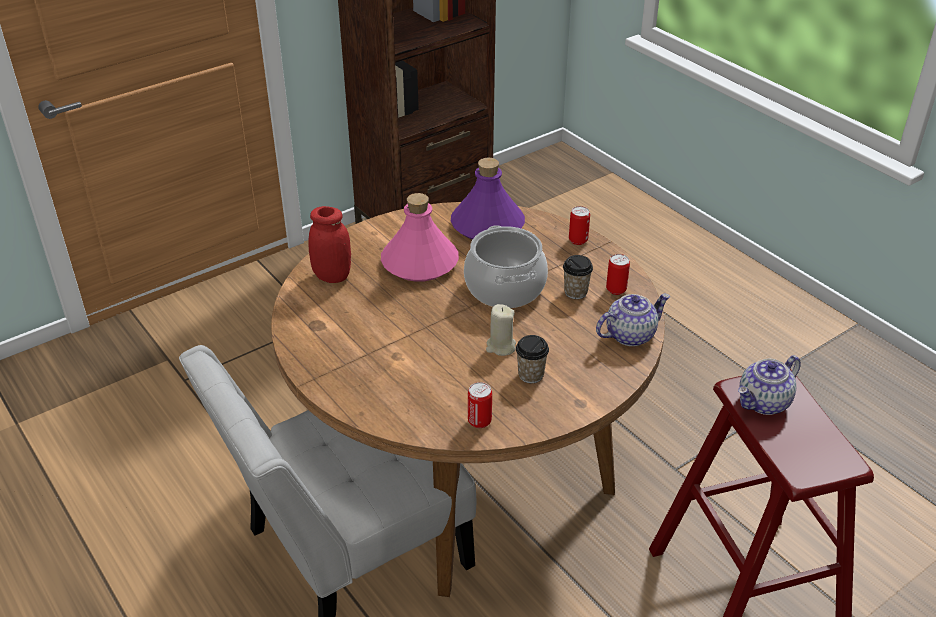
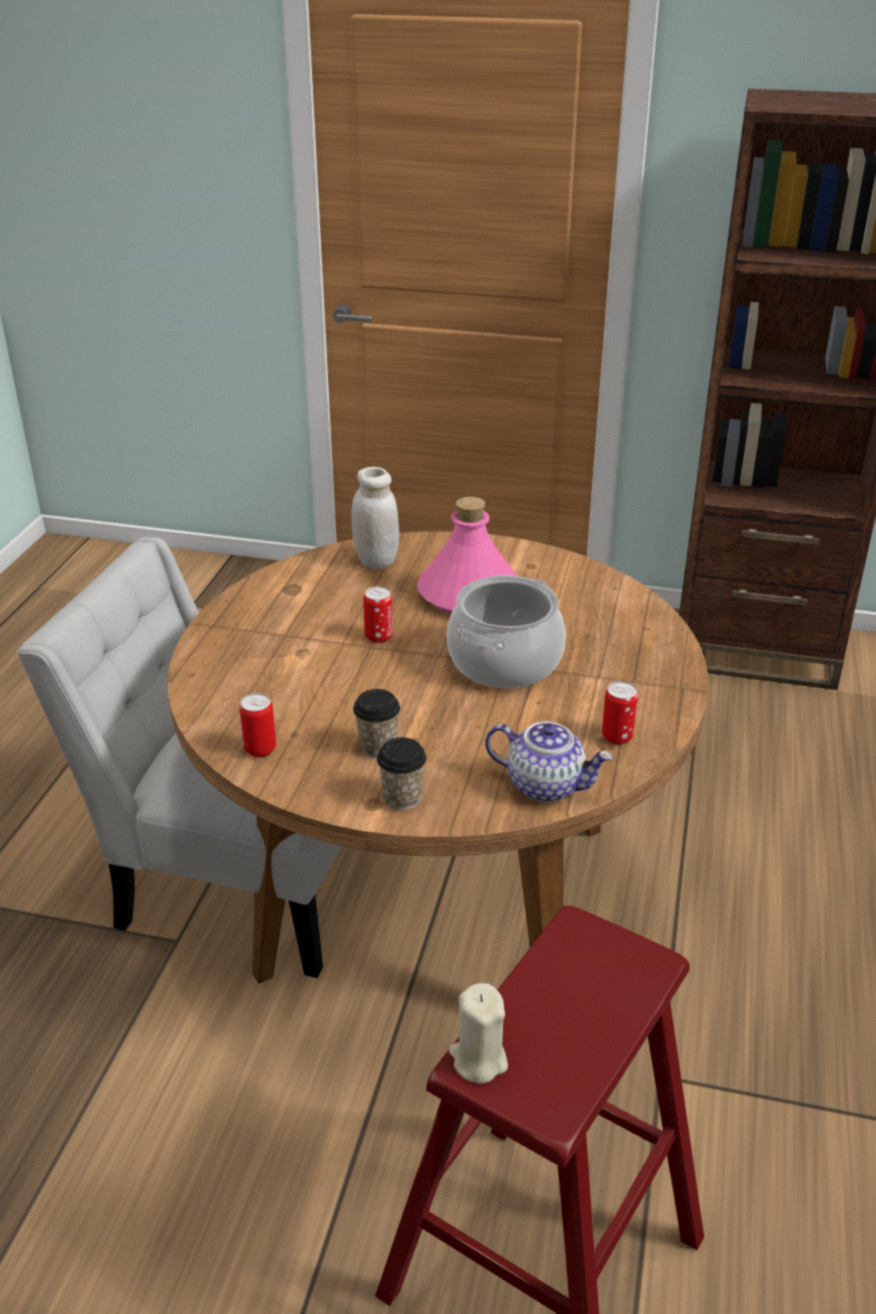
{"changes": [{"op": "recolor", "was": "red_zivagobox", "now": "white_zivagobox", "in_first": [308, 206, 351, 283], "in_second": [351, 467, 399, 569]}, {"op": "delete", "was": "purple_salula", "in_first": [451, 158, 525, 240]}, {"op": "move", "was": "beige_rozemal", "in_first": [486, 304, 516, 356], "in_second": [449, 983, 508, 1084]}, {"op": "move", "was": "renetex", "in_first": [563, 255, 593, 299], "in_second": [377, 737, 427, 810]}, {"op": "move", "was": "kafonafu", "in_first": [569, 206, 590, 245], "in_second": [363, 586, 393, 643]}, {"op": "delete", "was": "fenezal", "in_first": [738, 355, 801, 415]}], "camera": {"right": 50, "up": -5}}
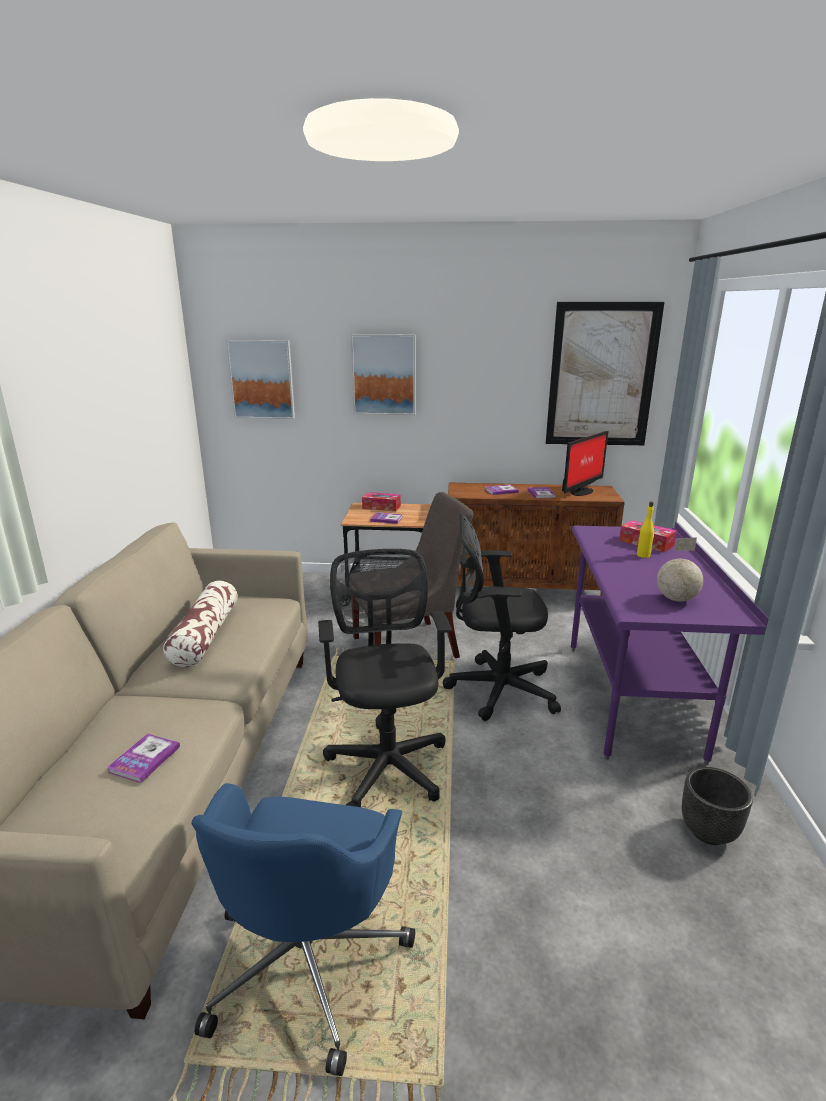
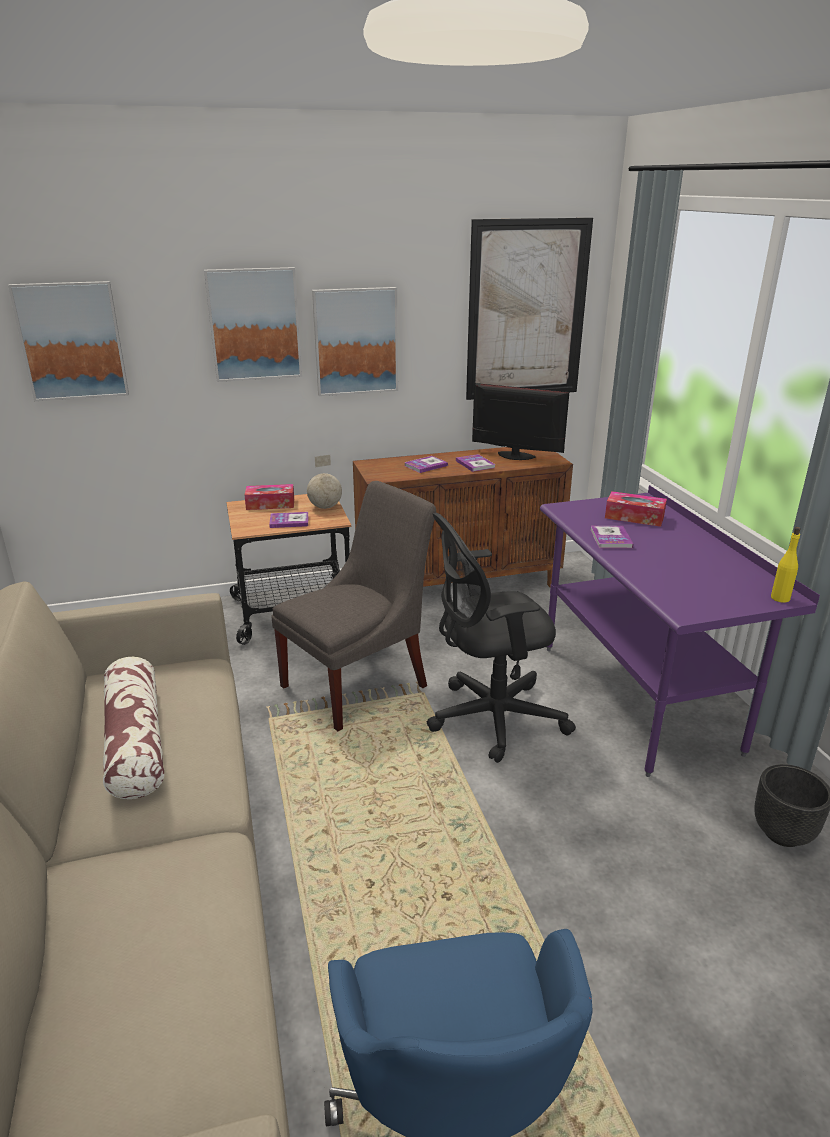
{"changes": [{"op": "move", "was": "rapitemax", "in_first": [107, 733, 180, 783], "in_second": [591, 526, 634, 548]}, {"op": "delete", "was": "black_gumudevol", "in_first": [318, 549, 452, 807]}, {"op": "rotate", "was": "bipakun", "in_first": [562, 431, 608, 496], "in_second": [472, 383, 569, 460], "clockwise": -90}, {"op": "move", "was": "yellow_salula", "in_first": [637, 502, 654, 558], "in_second": [771, 527, 801, 603]}, {"op": "move", "was": "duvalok", "in_first": [657, 538, 703, 602], "in_second": [307, 455, 342, 509]}, {"op": "insert", "now": "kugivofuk", "in_second": [312, 287, 398, 396]}], "camera": {"right": -20, "up": 5}}
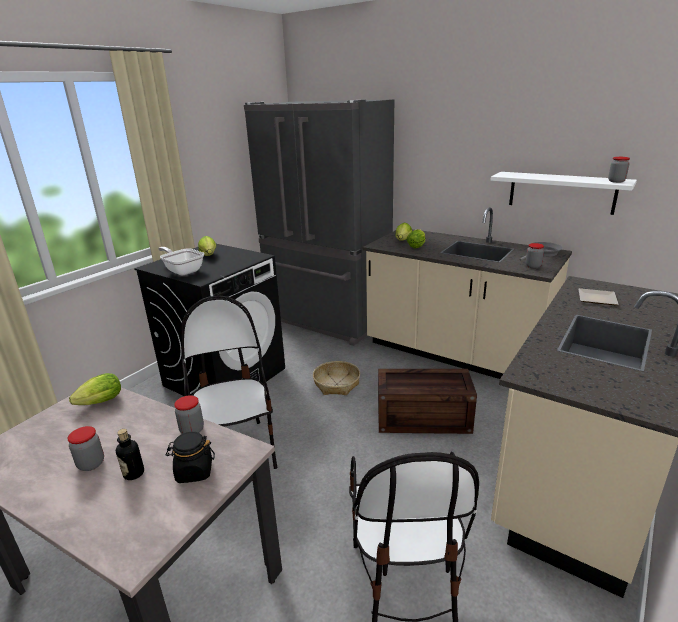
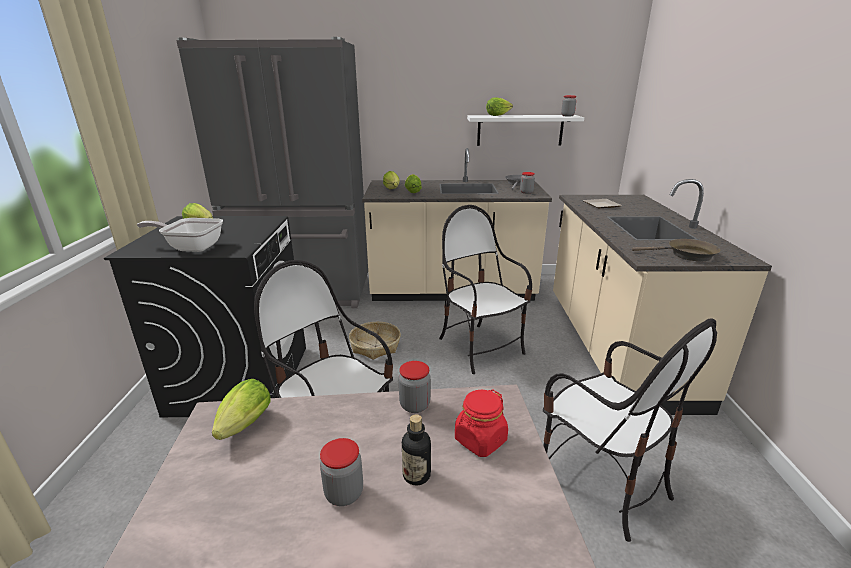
{"changes": [{"op": "recolor", "was": "black_zivagobox", "now": "red_zivagobox", "in_first": [166, 432, 215, 483], "in_second": [455, 389, 508, 457]}, {"op": "replace", "was": "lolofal", "now": "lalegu", "in_first": [378, 369, 477, 434], "in_second": [439, 205, 532, 374]}, {"op": "insert", "now": "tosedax", "in_second": [486, 97, 513, 116]}, {"op": "insert", "now": "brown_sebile", "in_second": [632, 239, 720, 261]}], "camera": {"right": -35, "up": 0}}
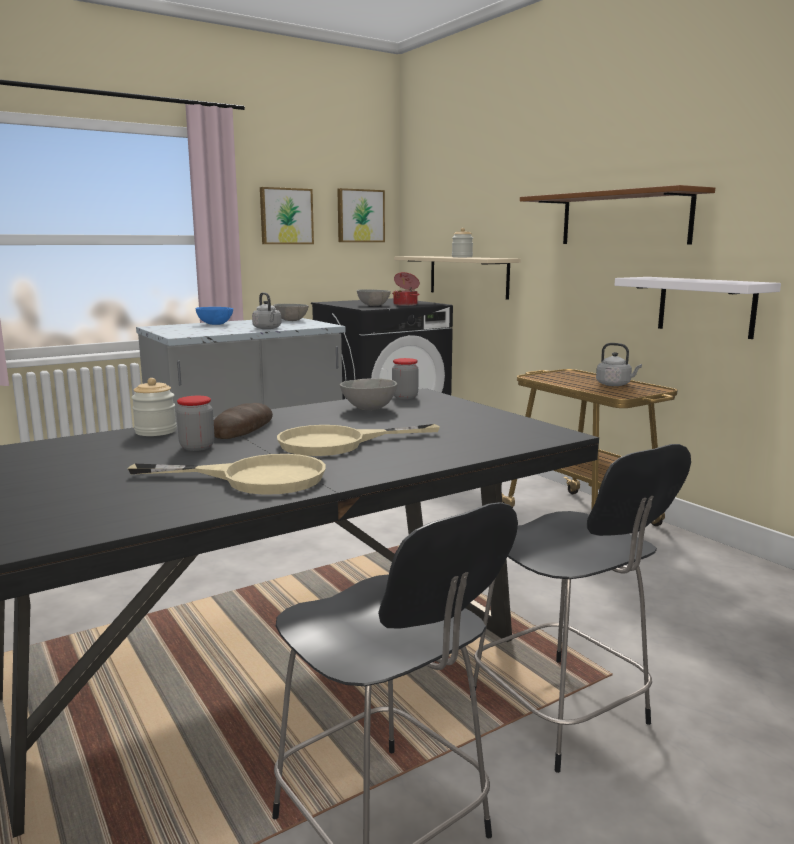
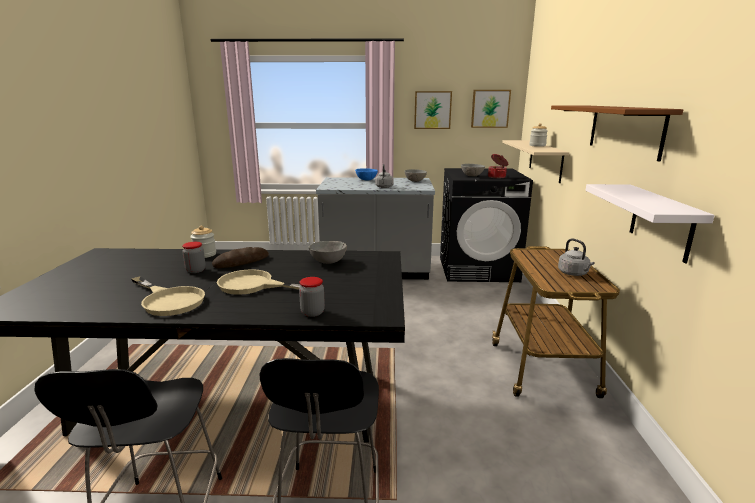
{"changes": [{"op": "move", "was": "zivagobox", "in_first": [392, 358, 419, 399], "in_second": [299, 277, 325, 317]}], "camera": {"right": 35, "up": 5}}
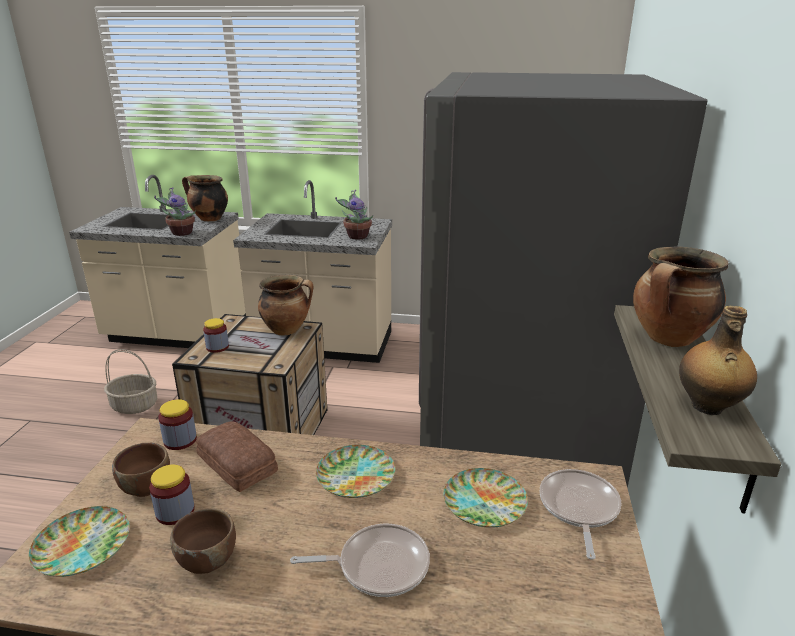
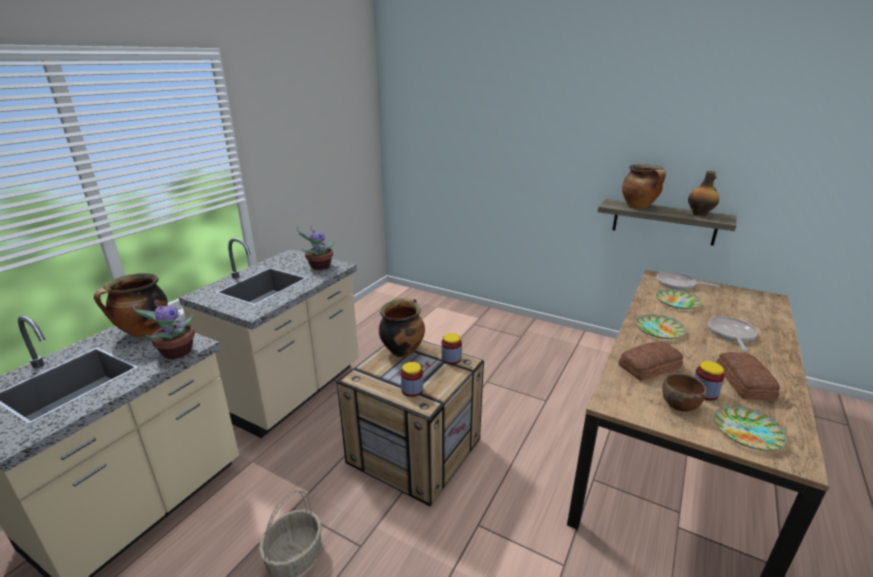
{"changes": [{"op": "move", "was": "zivagobox", "in_first": [158, 399, 197, 450], "in_second": [441, 333, 462, 364]}, {"op": "replace", "was": "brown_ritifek", "now": "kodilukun", "in_first": [170, 508, 236, 574], "in_second": [716, 352, 780, 400]}, {"op": "delete", "was": "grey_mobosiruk", "in_first": [419, 72, 708, 488]}], "camera": {"right": -70, "up": 0}}
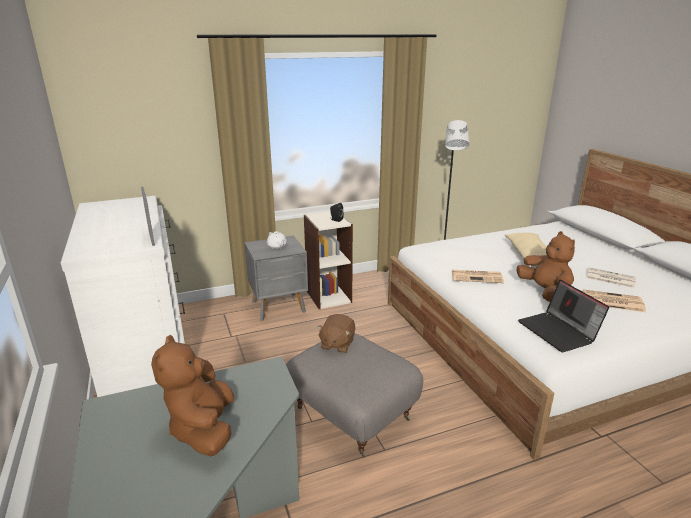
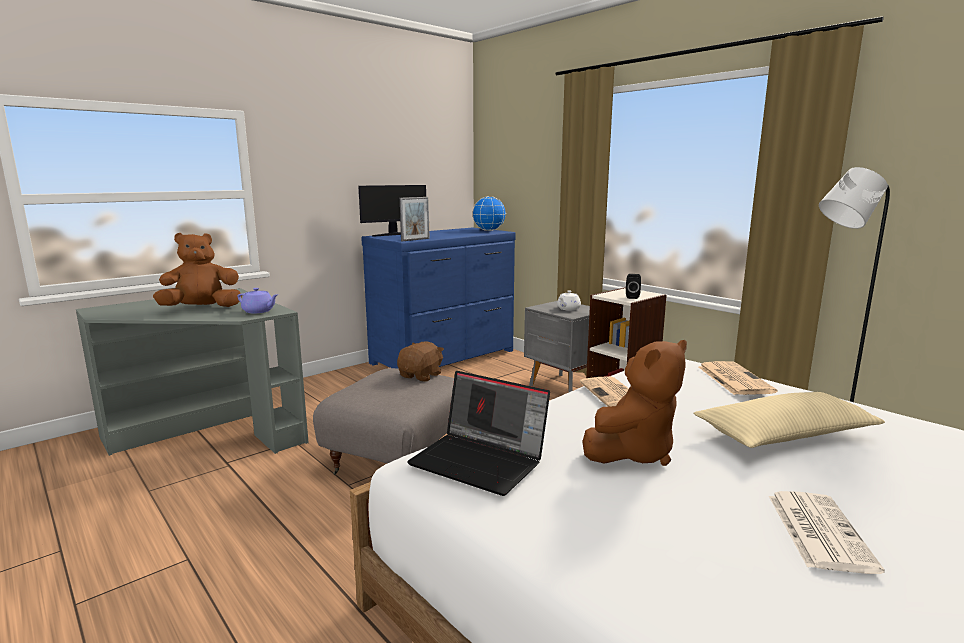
{"changes": [{"op": "recolor", "was": "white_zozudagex", "now": "blue_zozudagex", "in_first": [61, 196, 185, 397], "in_second": [361, 228, 516, 369]}, {"op": "rotate", "was": "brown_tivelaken", "in_first": [317, 314, 355, 353], "in_second": [397, 342, 444, 382], "clockwise": 120}, {"op": "rotate", "was": "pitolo", "in_first": [518, 280, 609, 352], "in_second": [407, 371, 550, 496], "clockwise": -105}, {"op": "move", "was": "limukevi", "in_first": [583, 290, 646, 312], "in_second": [698, 361, 777, 395]}, {"op": "insert", "now": "purple_fenezal", "in_second": [238, 288, 278, 313]}, {"op": "insert", "now": "bipakun", "in_second": [359, 185, 426, 237]}, {"op": "insert", "now": "duvalok", "in_second": [472, 196, 506, 231]}], "camera": {"right": 70, "up": -10}}
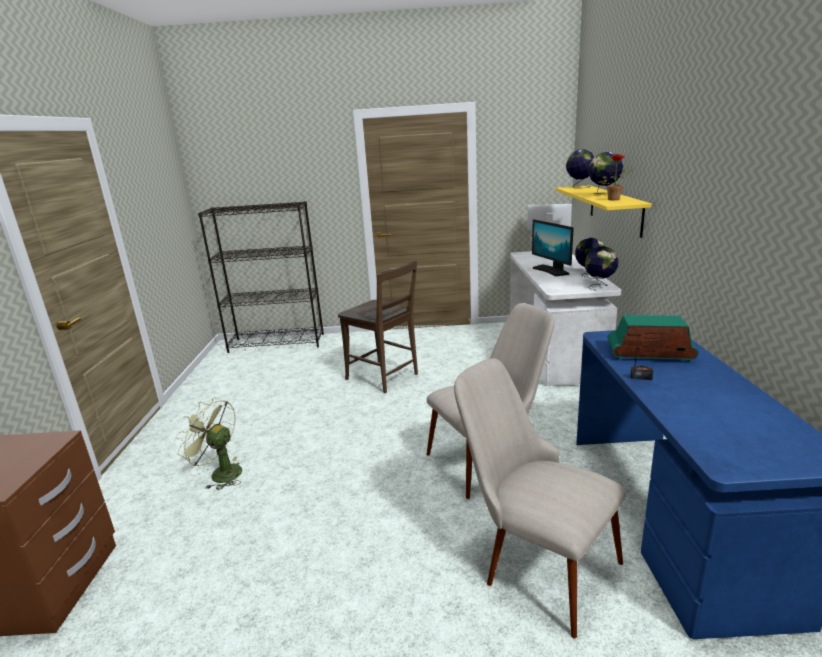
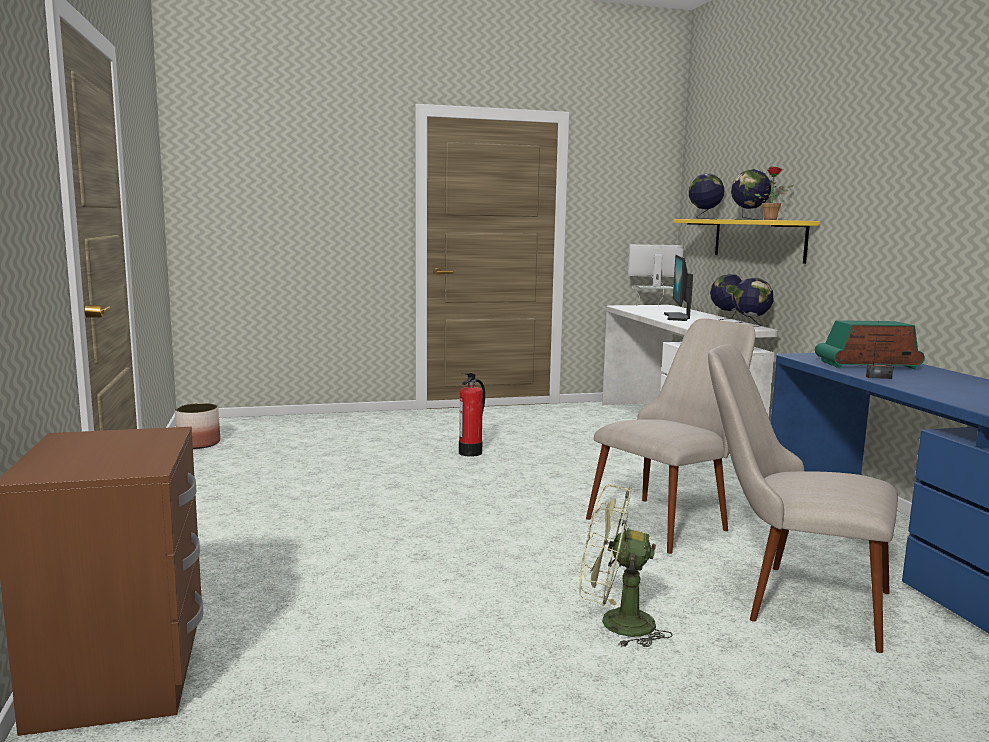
{"changes": [{"op": "move", "was": "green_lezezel", "in_first": [176, 397, 242, 490], "in_second": [579, 484, 672, 647]}, {"op": "delete", "was": "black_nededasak", "in_first": [198, 201, 324, 353]}, {"op": "replace", "was": "brown_lalegu", "now": "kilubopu", "in_first": [338, 261, 418, 393], "in_second": [459, 373, 485, 457]}, {"op": "rotate", "was": "bipakun", "in_first": [532, 219, 574, 276], "in_second": [664, 254, 693, 321], "clockwise": 45}, {"op": "insert", "now": "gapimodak", "in_second": [175, 403, 220, 449]}], "camera": {"right": -15, "up": -10}}
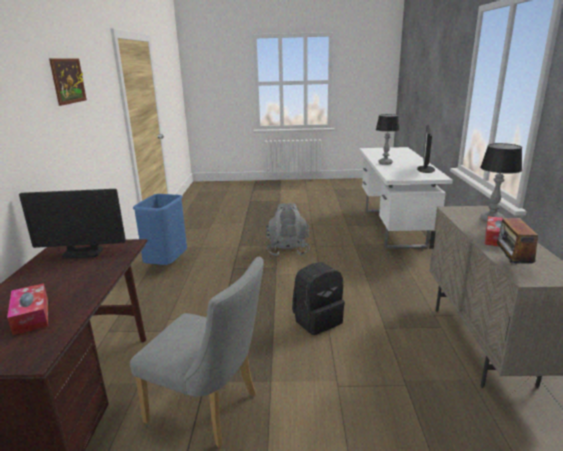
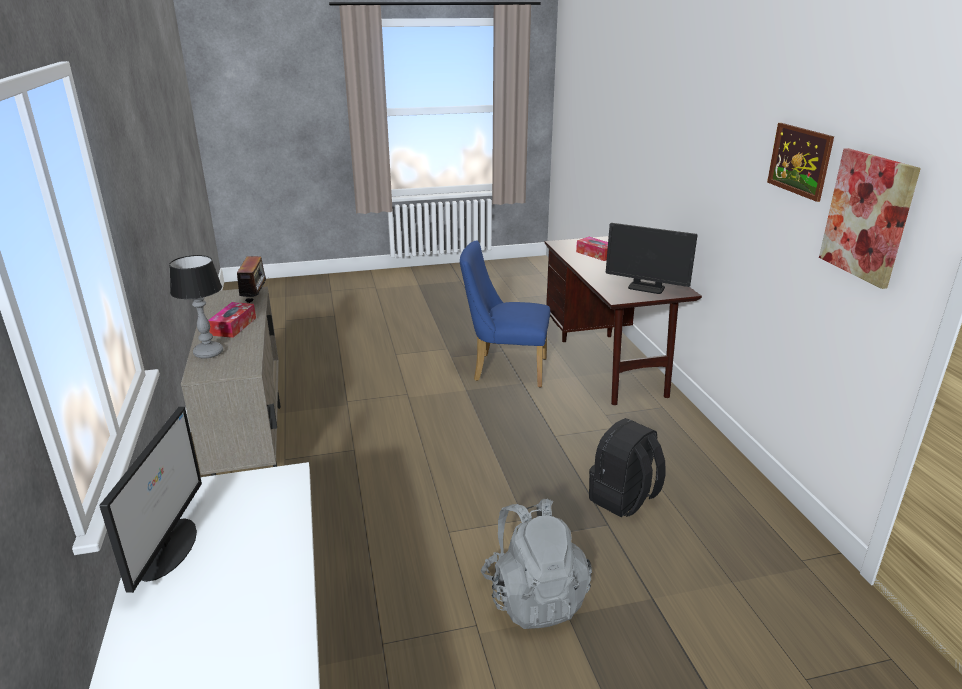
{"changes": [{"op": "rotate", "was": "bipakun", "in_first": [19, 189, 126, 259], "in_second": [606, 223, 697, 294], "clockwise": -135}, {"op": "recolor", "was": "grey_lalegu", "now": "blue_lalegu", "in_first": [130, 257, 264, 448], "in_second": [460, 240, 550, 388]}, {"op": "delete", "was": "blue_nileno", "in_first": [133, 194, 187, 265]}, {"op": "move", "was": "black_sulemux", "in_first": [292, 262, 345, 335], "in_second": [589, 418, 666, 517]}, {"op": "delete", "was": "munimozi", "in_first": [376, 114, 400, 165]}, {"op": "insert", "now": "kugivofuk", "in_second": [819, 148, 921, 289]}], "camera": {"right": 165, "up": 5}}
